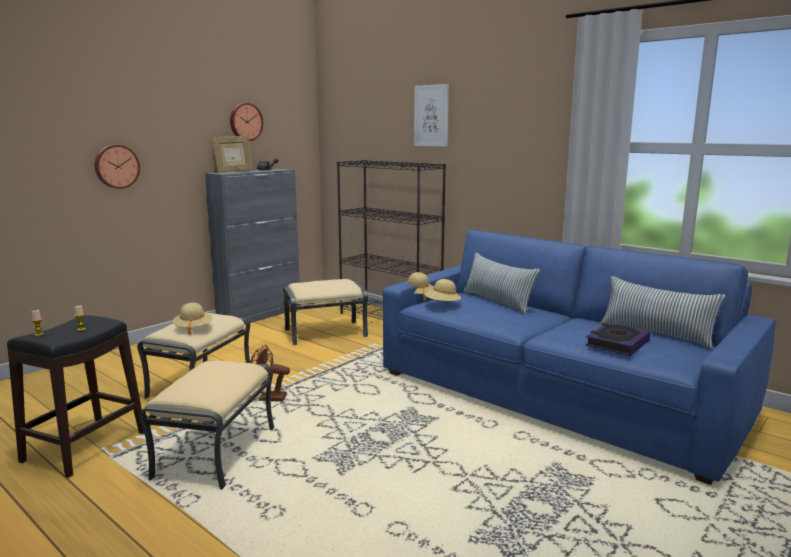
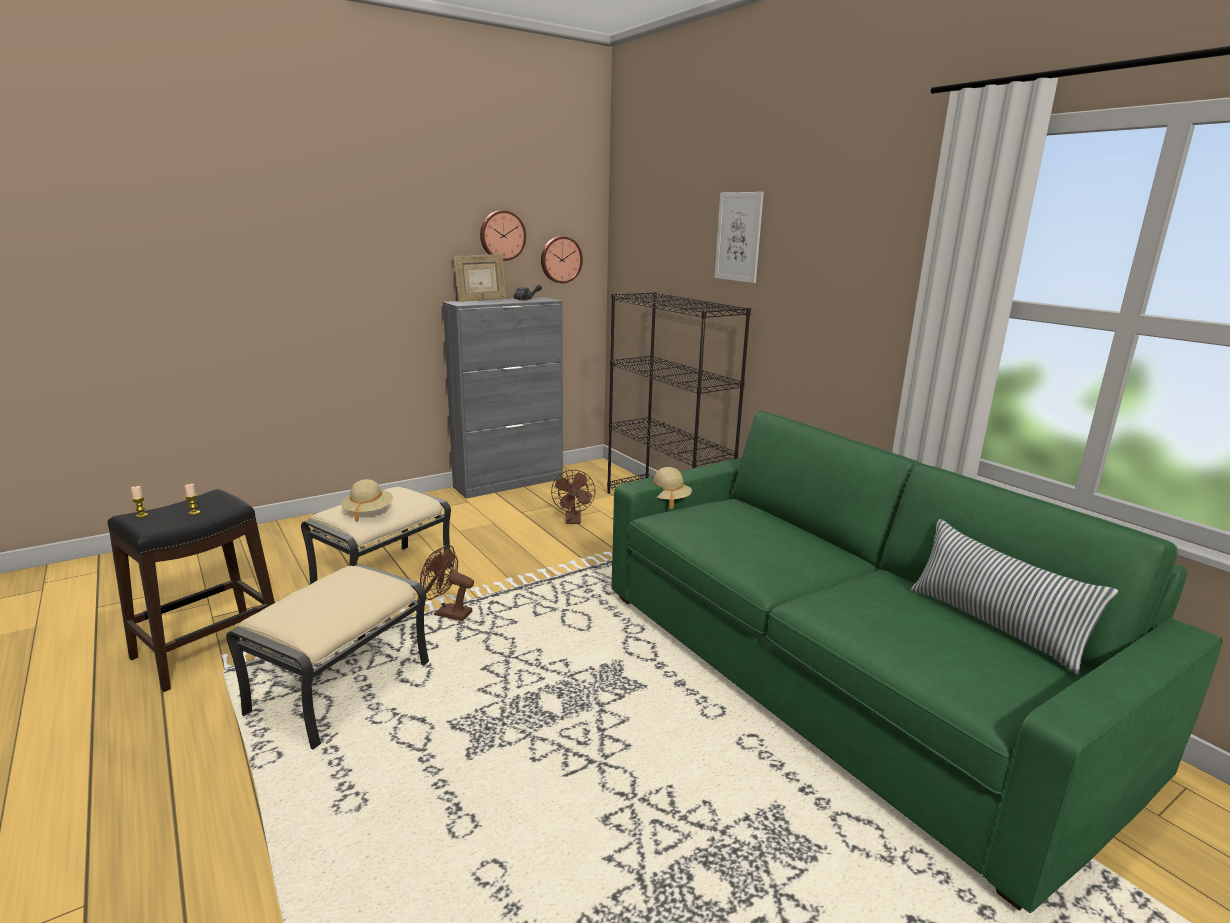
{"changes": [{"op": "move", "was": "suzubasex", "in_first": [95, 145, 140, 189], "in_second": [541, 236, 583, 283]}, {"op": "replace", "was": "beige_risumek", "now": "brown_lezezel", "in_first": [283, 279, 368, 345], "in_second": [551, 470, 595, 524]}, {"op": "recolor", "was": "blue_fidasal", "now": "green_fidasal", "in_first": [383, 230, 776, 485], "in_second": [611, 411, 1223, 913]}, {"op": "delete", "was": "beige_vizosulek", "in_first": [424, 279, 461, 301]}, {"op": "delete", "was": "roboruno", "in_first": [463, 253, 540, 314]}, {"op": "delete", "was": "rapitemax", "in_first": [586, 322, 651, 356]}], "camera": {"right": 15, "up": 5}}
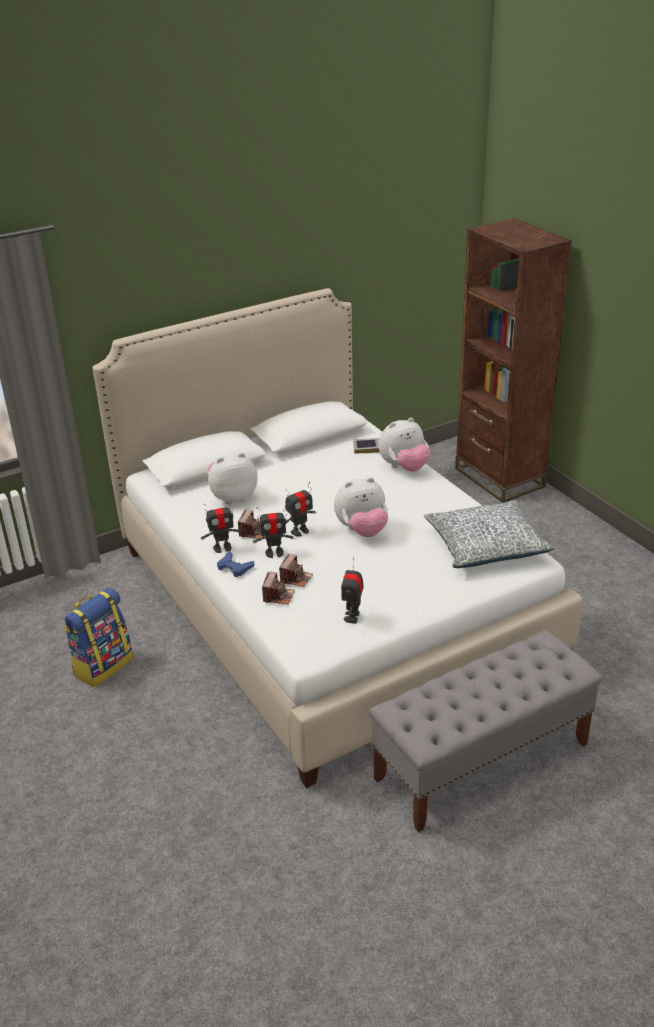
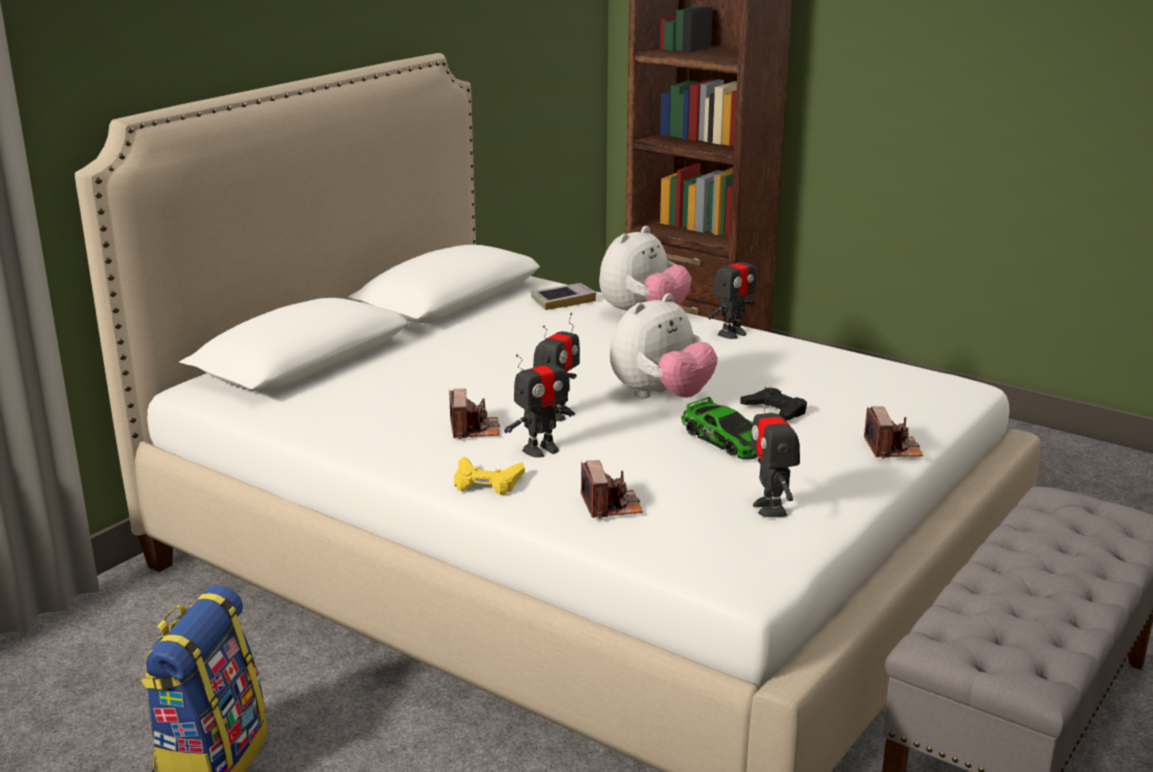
{"changes": [{"op": "move", "was": "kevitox", "in_first": [201, 500, 242, 553], "in_second": [708, 247, 756, 339]}, {"op": "delete", "was": "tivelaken", "in_first": [207, 453, 258, 504]}, {"op": "recolor", "was": "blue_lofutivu", "now": "yellow_lofutivu", "in_first": [217, 551, 254, 577], "in_second": [454, 457, 525, 495]}, {"op": "move", "was": "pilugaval", "in_first": [279, 553, 313, 587], "in_second": [864, 406, 923, 459]}, {"op": "delete", "was": "roboruno", "in_first": [424, 500, 554, 568]}, {"op": "insert", "now": "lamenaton", "in_second": [681, 397, 758, 460]}, {"op": "insert", "now": "black_lofutivu", "in_second": [740, 387, 807, 421]}], "camera": {"right": -25, "up": -10}}
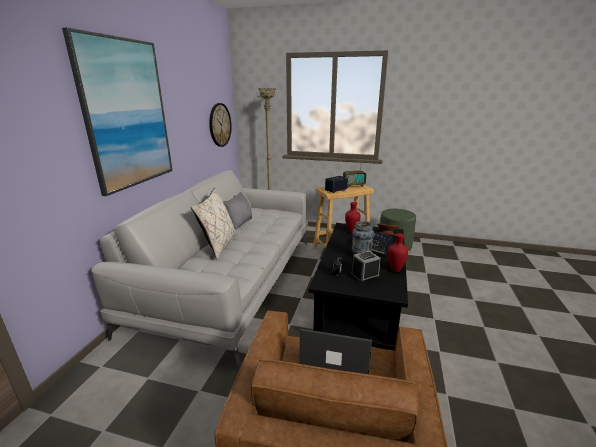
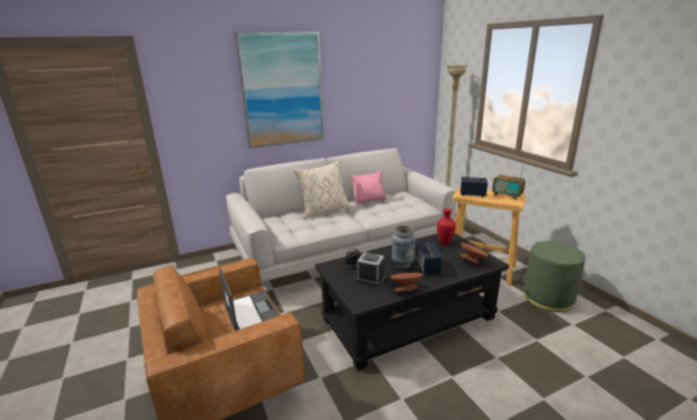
{"changes": [{"op": "delete", "was": "suzubasex", "in_first": [209, 103, 232, 147]}, {"op": "recolor", "was": "grey_roboruno", "now": "pink_roboruno", "in_first": [223, 191, 252, 230], "in_second": [351, 170, 386, 204]}, {"op": "replace", "was": "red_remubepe", "now": "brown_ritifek", "in_first": [388, 233, 408, 272], "in_second": [391, 273, 423, 292]}], "camera": {"right": 50, "up": 0}}
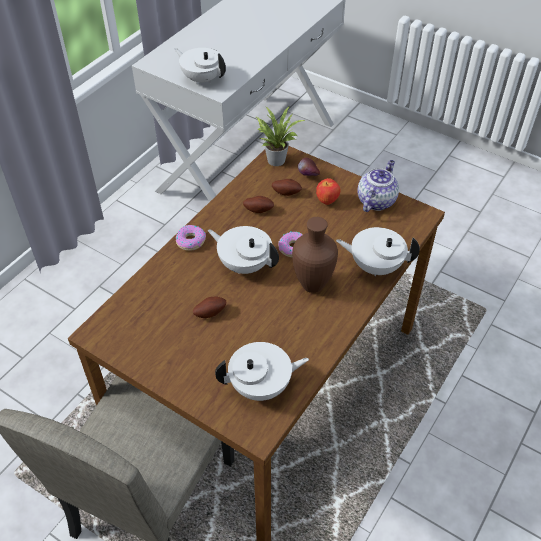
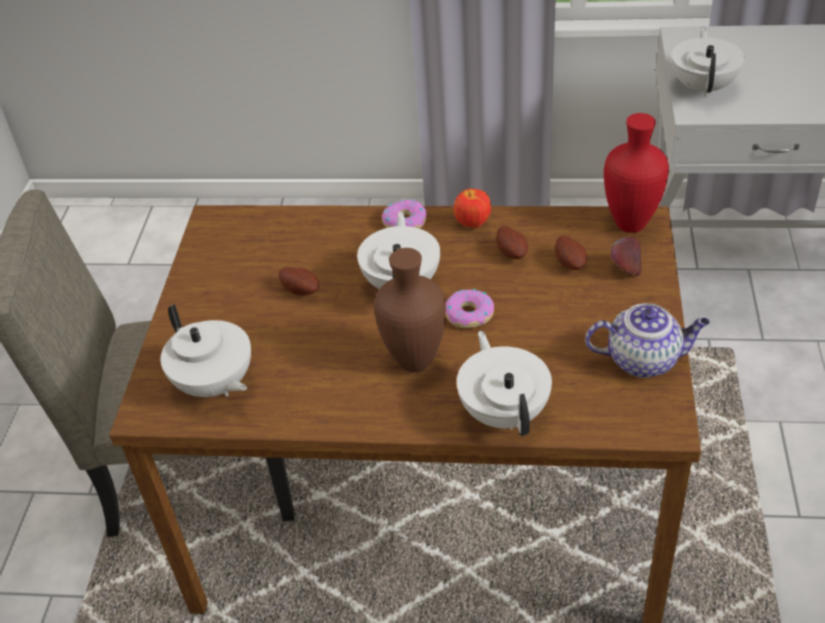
{"changes": [{"op": "replace", "was": "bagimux", "now": "red_remubepe", "in_first": [256, 106, 305, 166], "in_second": [604, 113, 669, 233]}, {"op": "move", "was": "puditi", "in_first": [316, 178, 340, 205], "in_second": [453, 189, 491, 228]}], "camera": {"right": 65, "up": -5}}
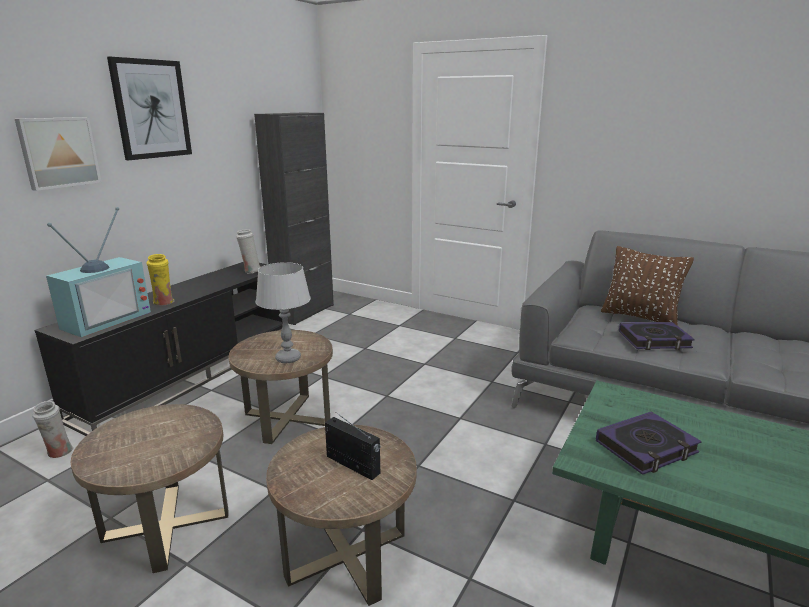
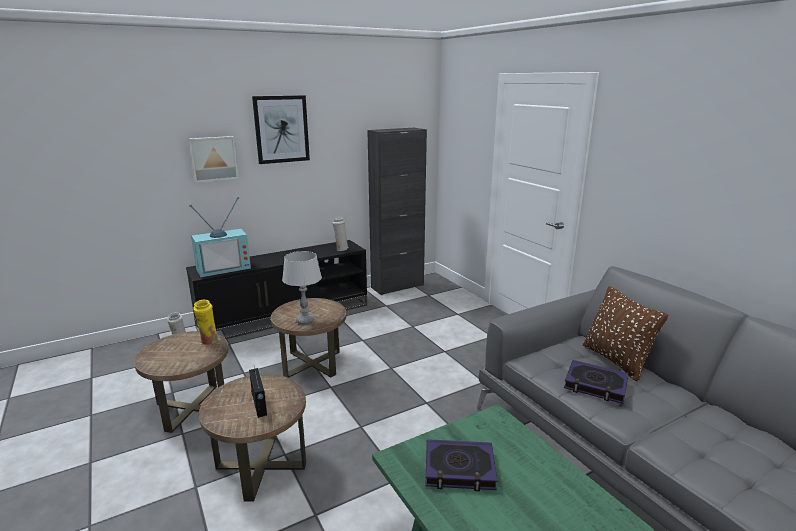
{"changes": [{"op": "move", "was": "yellow_remubepe", "in_first": [147, 254, 174, 305], "in_second": [193, 300, 220, 345]}], "camera": {"right": 30, "up": 0}}
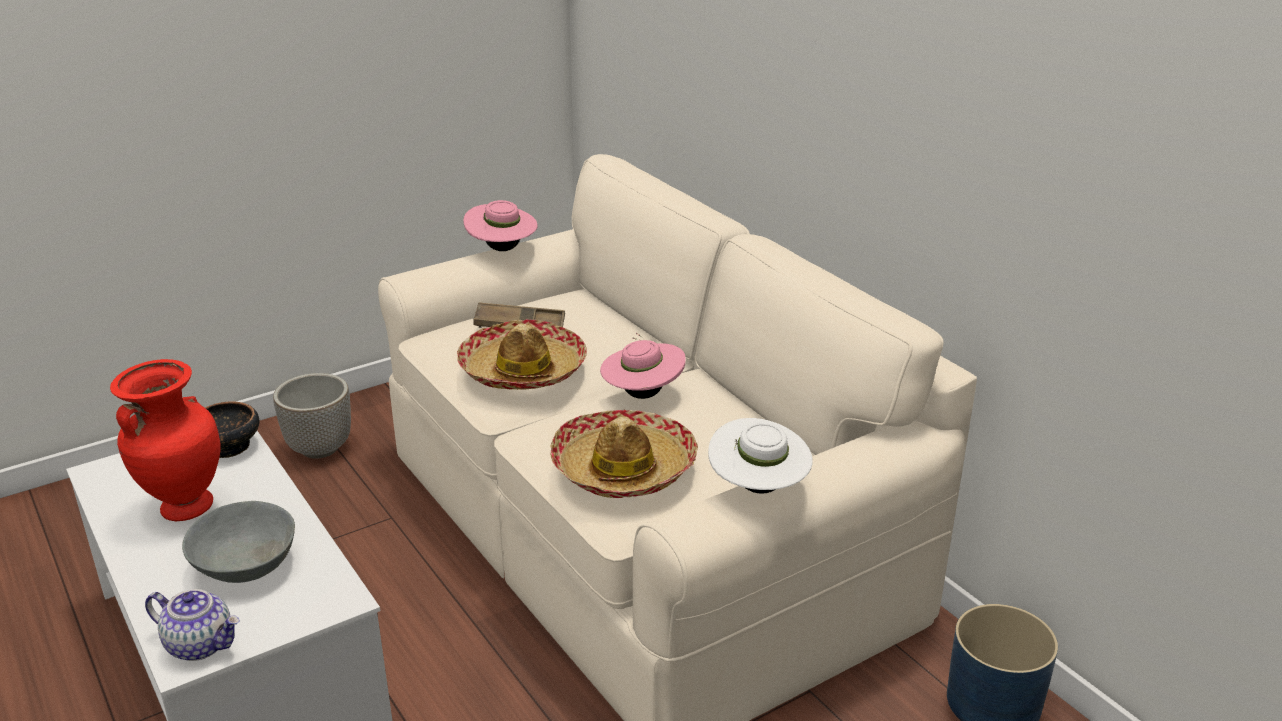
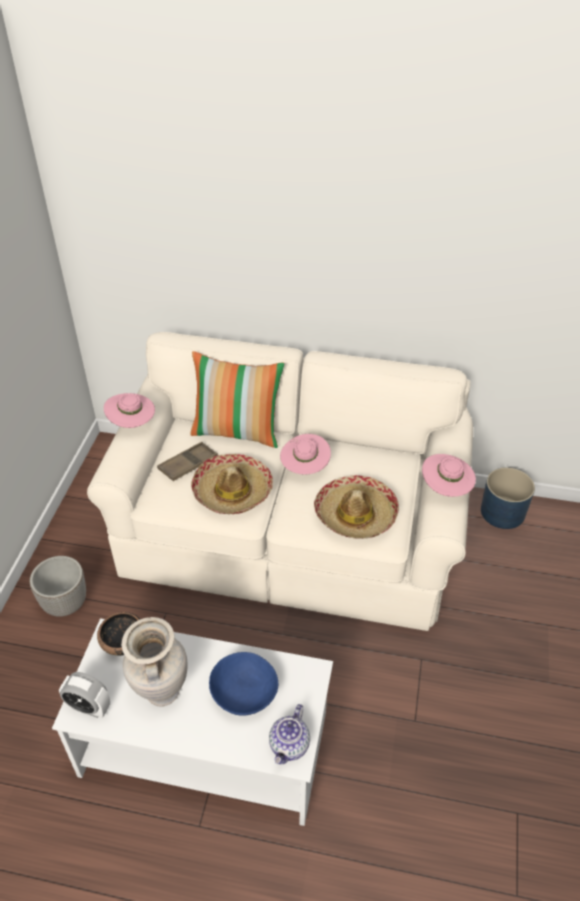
{"changes": [{"op": "recolor", "was": "red_remubepe", "now": "beige_remubepe", "in_first": [110, 359, 221, 521], "in_second": [121, 617, 188, 706]}, {"op": "rotate", "was": "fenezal", "in_first": [145, 589, 240, 661], "in_second": [269, 704, 310, 764], "clockwise": 135}, {"op": "recolor", "was": "grey_ritifek", "now": "blue_ritifek", "in_first": [182, 501, 295, 583], "in_second": [209, 652, 278, 716]}, {"op": "recolor", "was": "white_vizosulek", "now": "pink_vizosulek", "in_first": [708, 418, 813, 494], "in_second": [422, 454, 476, 497]}, {"op": "insert", "now": "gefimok", "in_second": [59, 672, 110, 718]}, {"op": "insert", "now": "roboruno", "in_second": [190, 351, 285, 448]}], "camera": {"right": -45, "up": 15}}
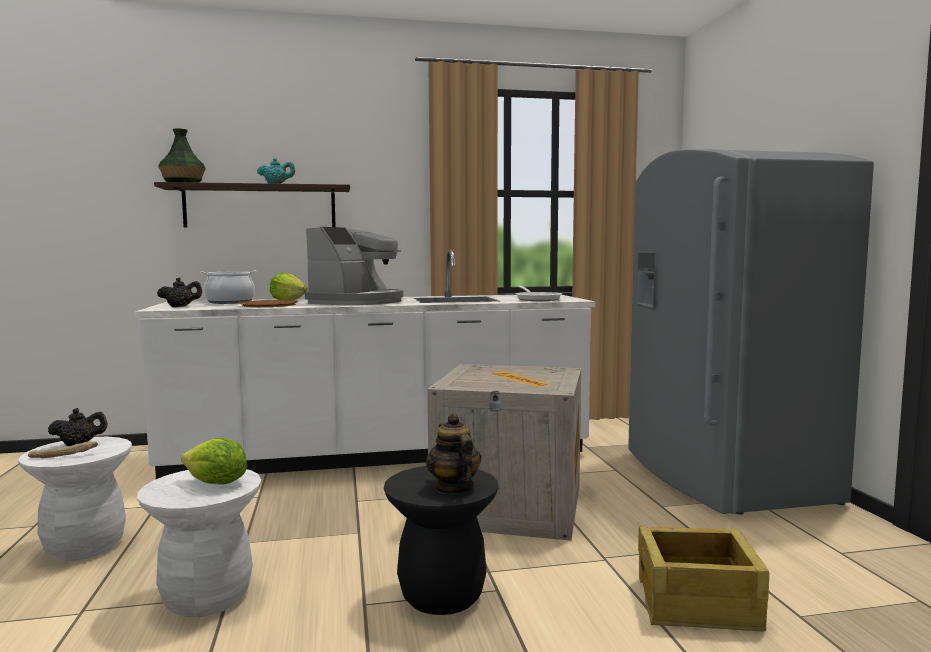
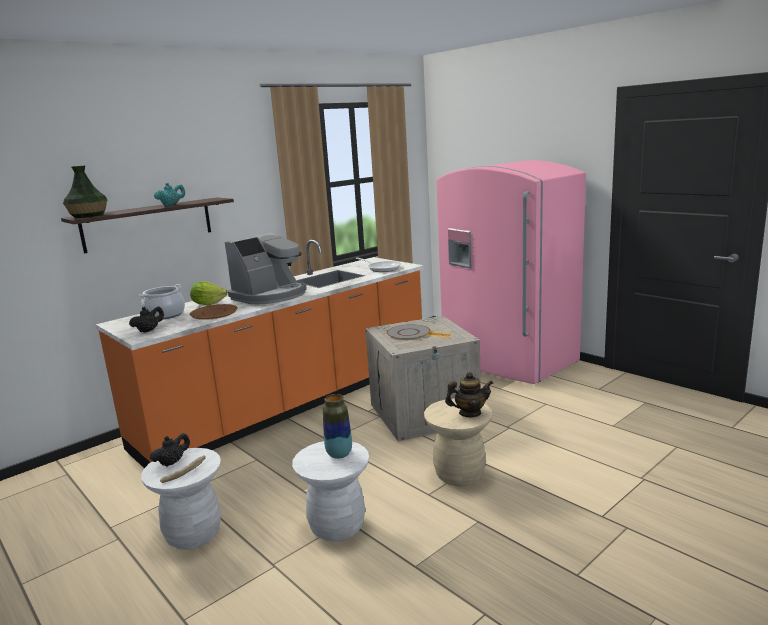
{"changes": [{"op": "recolor", "was": "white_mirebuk", "now": "orange_mirebuk", "in_first": [135, 250, 595, 479], "in_second": [96, 240, 424, 468]}, {"op": "replace", "was": "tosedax", "now": "remubepe", "in_first": [181, 438, 247, 484], "in_second": [323, 394, 352, 459]}, {"op": "rotate", "was": "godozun", "in_first": [305, 227, 403, 305], "in_second": [225, 233, 307, 304], "clockwise": 45}, {"op": "recolor", "was": "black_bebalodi", "now": "beige_bebalodi", "in_first": [384, 466, 499, 615], "in_second": [424, 398, 493, 486]}, {"op": "rotate", "was": "fenezal", "in_first": [426, 413, 481, 494], "in_second": [445, 372, 493, 417], "clockwise": 135}, {"op": "recolor", "was": "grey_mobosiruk", "now": "pink_mobosiruk", "in_first": [628, 149, 874, 515], "in_second": [436, 160, 586, 384]}, {"op": "delete", "was": "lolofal", "in_first": [638, 526, 769, 632]}, {"op": "insert", "now": "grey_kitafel", "in_second": [387, 324, 430, 340]}], "camera": {"right": -30, "up": 10}}
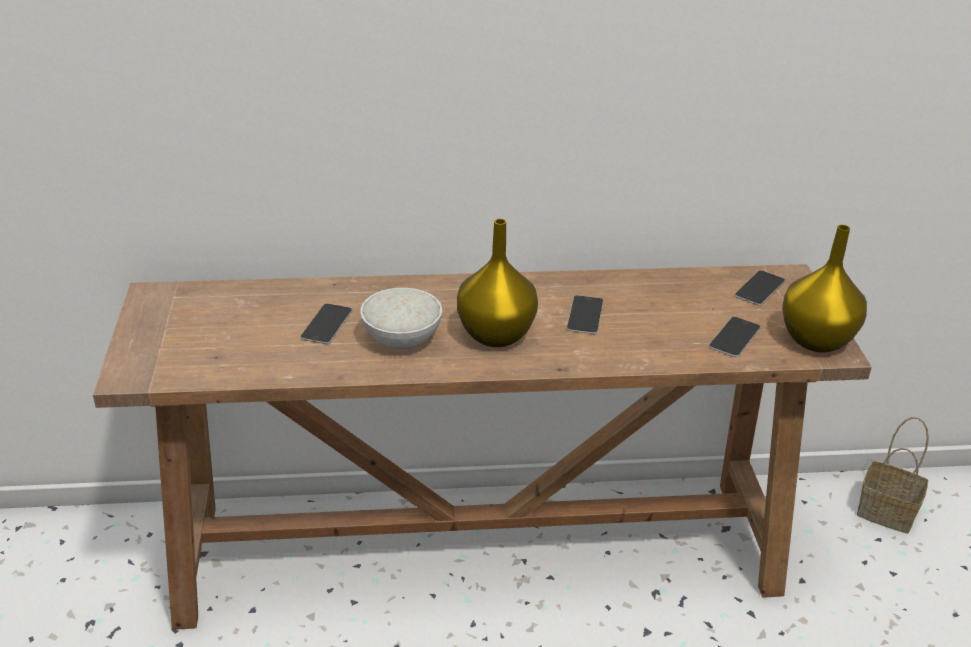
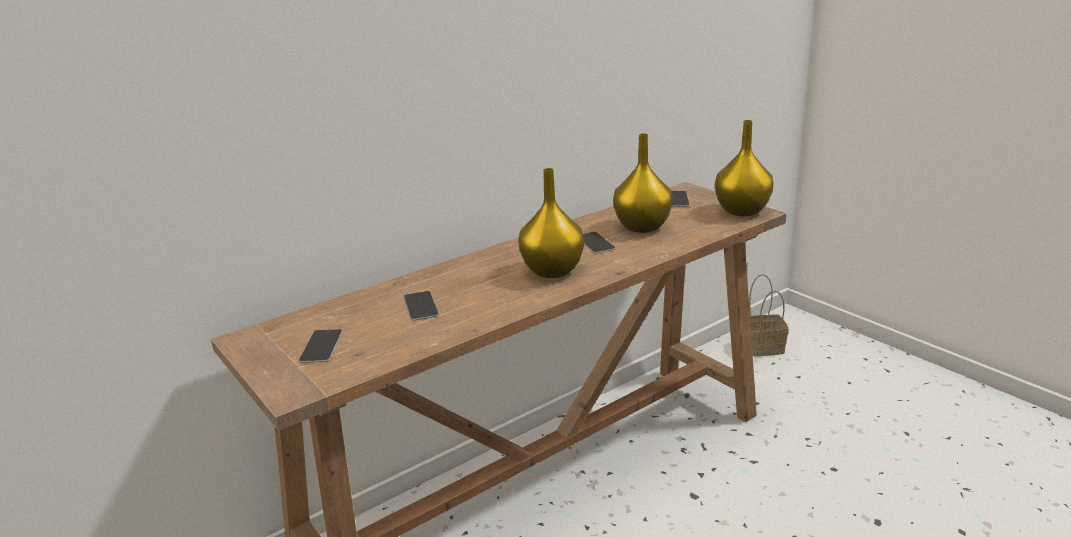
{"changes": [{"op": "delete", "was": "white_ritifek", "in_first": [360, 288, 442, 349]}, {"op": "move", "was": "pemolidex", "in_first": [709, 317, 761, 357], "in_second": [299, 329, 343, 363]}, {"op": "insert", "now": "yellow_remubepe", "in_second": [613, 133, 672, 233]}], "camera": {"right": -30, "up": -10}}
